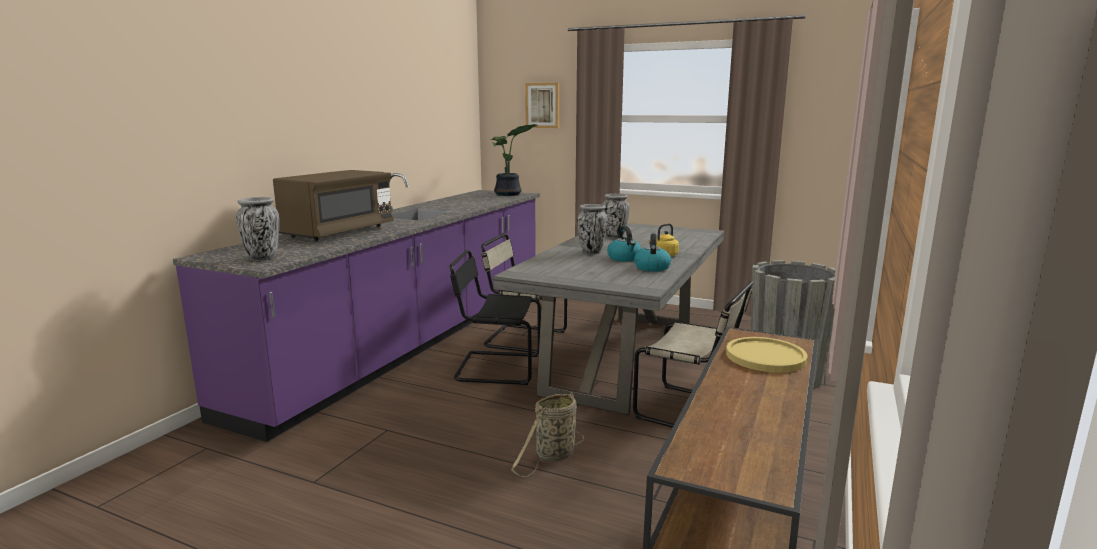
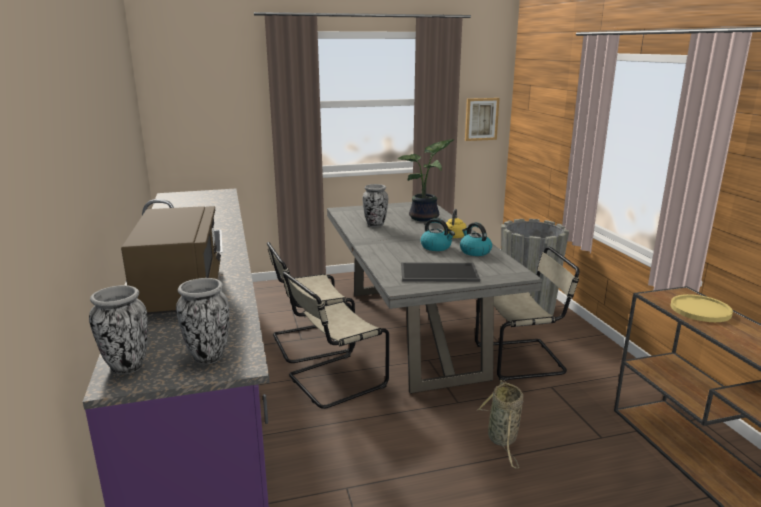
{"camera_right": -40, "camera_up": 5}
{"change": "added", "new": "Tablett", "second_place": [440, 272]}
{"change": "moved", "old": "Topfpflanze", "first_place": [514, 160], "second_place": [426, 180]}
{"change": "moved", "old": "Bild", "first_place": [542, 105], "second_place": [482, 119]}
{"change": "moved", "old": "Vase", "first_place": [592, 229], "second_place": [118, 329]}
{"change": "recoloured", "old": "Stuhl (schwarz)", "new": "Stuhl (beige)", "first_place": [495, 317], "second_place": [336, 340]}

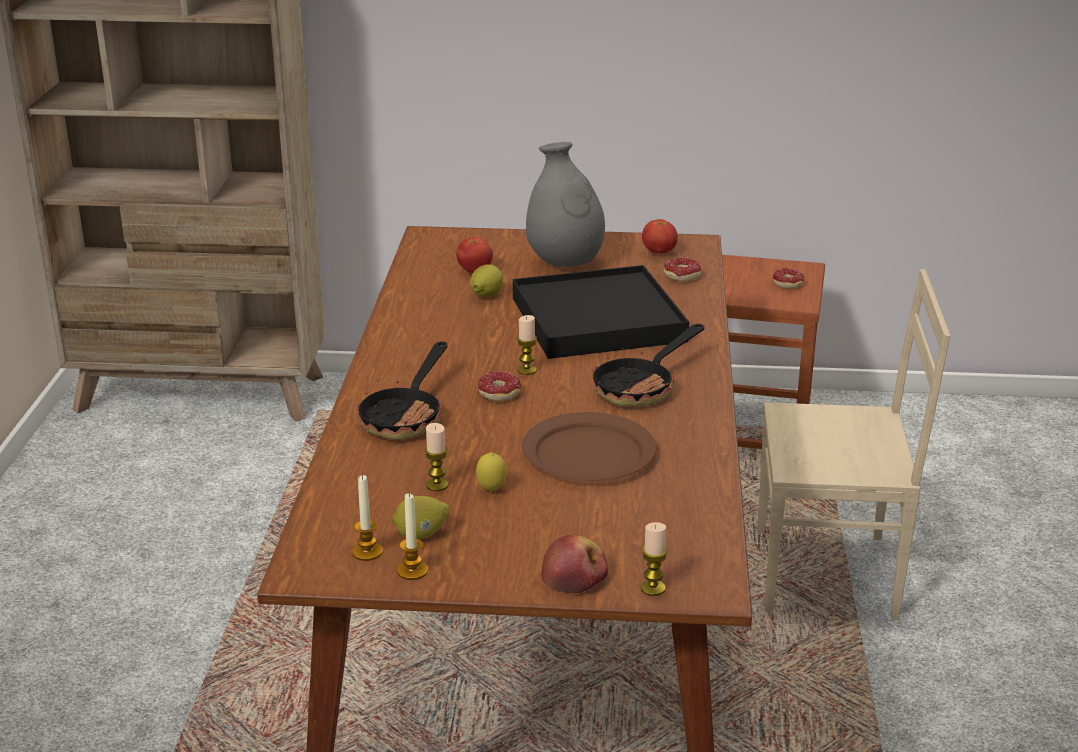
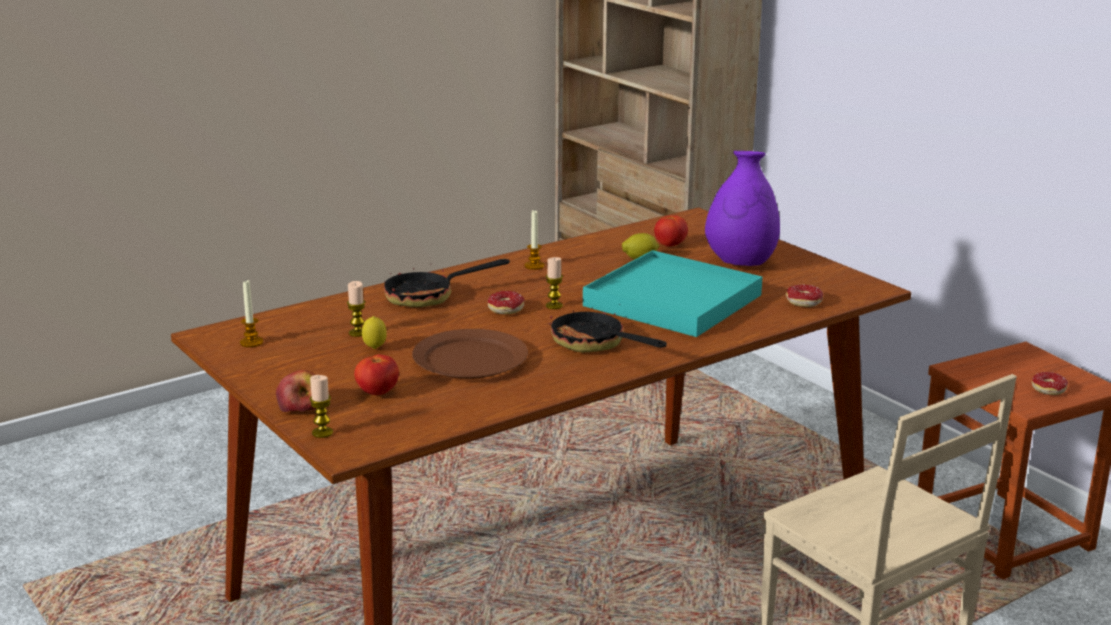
{"camera_right": 50, "camera_up": -5}
{"change": "removed", "old": "Zitrone", "first_place": [420, 517]}
{"change": "moved", "old": "Kerze", "first_place": [412, 536], "second_place": [534, 239]}
{"change": "moved", "old": "Tomate", "first_place": [660, 236], "second_place": [376, 374]}
{"change": "recoloured", "old": "Tablett (schwarz)", "new": "Tablett (türkis)", "first_place": [601, 312], "second_place": [672, 293]}
{"change": "recoloured", "old": "Vase (grau)", "new": "Vase (lila)", "first_place": [565, 204], "second_place": [742, 208]}
{"change": "turned", "old": "Pfanne", "first_place": [648, 365], "second_place": [608, 328], "degrees": 45}

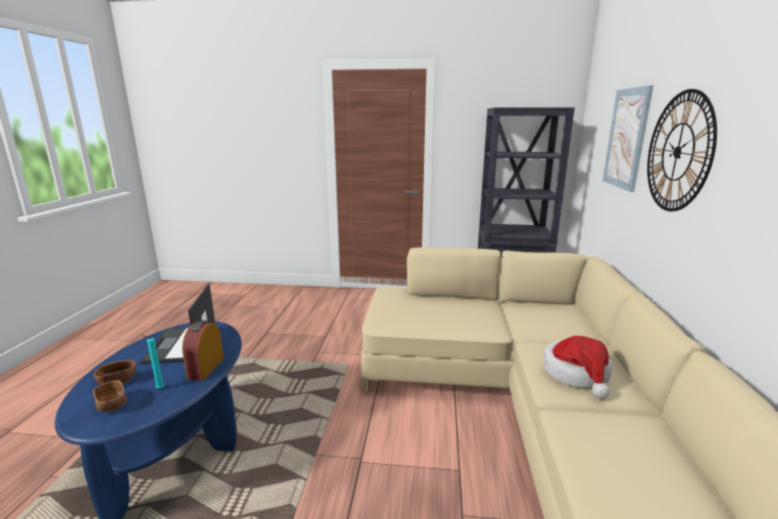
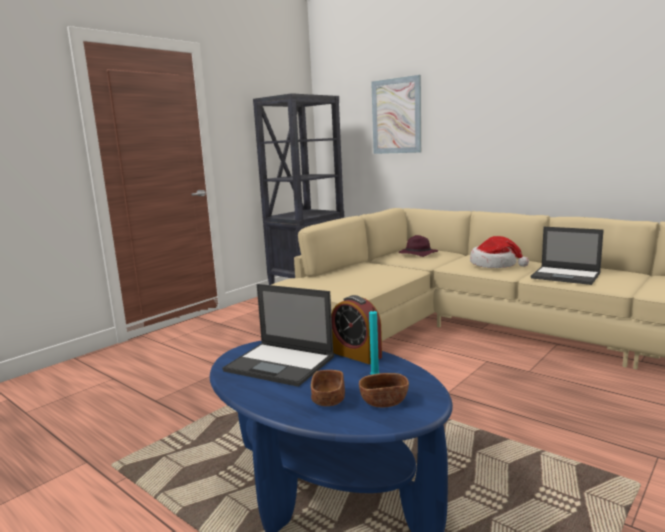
{"camera_right": -55, "camera_up": -5}
{"change": "removed", "old": "Wanduhr", "first_place": [682, 150]}
{"change": "added", "new": "Hut (lila)", "second_place": [418, 246]}
{"change": "added", "new": "Laptop", "second_place": [567, 256]}

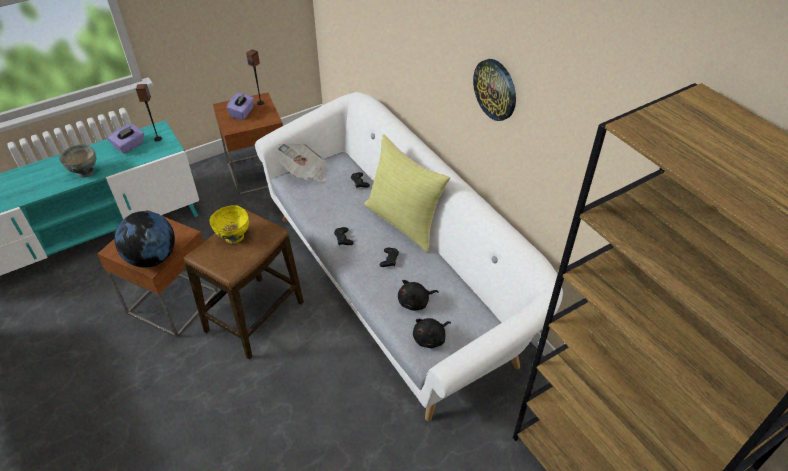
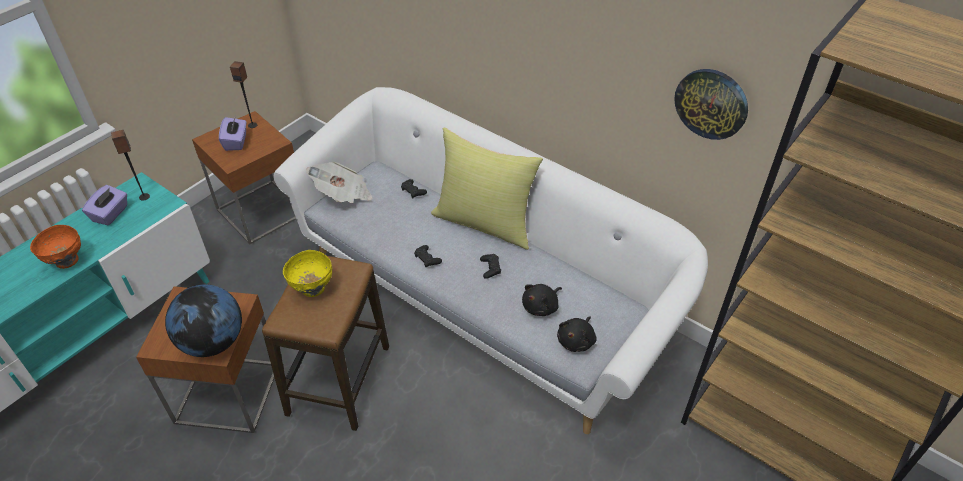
{"camera_right": -20, "camera_up": 0}
{"change": "moved", "old": "Wanduhr", "first_place": [494, 90], "second_place": [711, 104]}
{"change": "recoloured", "old": "Schüssel (grau)", "new": "Schüssel (orange)", "first_place": [77, 161], "second_place": [55, 247]}

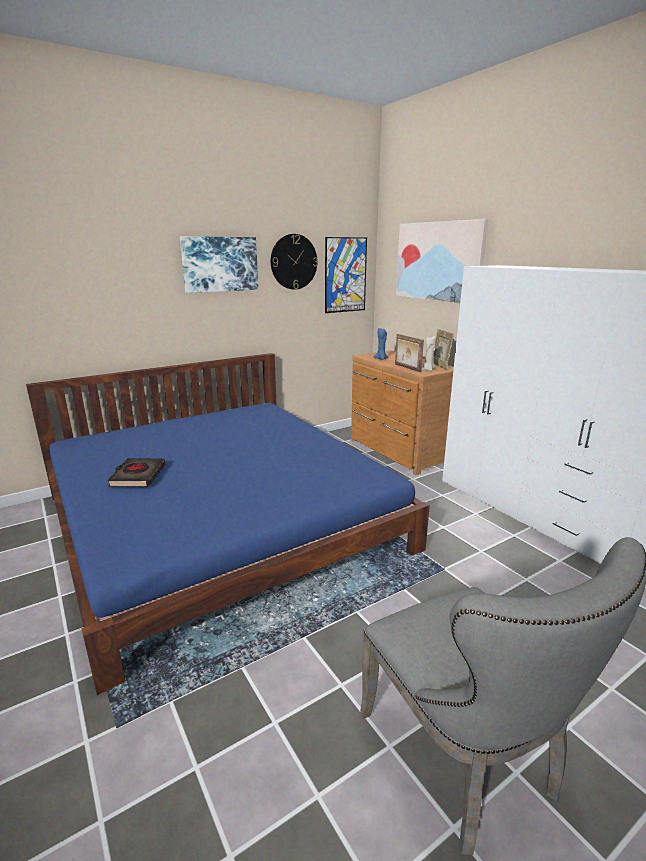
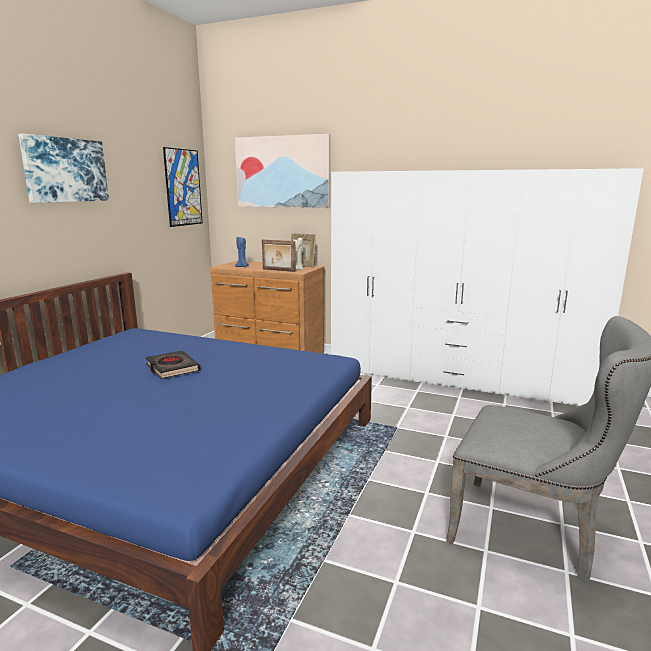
{"camera_right": -35, "camera_up": -5}
{"change": "removed", "old": "Wanduhr", "first_place": [294, 262]}
{"change": "moved", "old": "Buch (schwarz)", "first_place": [136, 472], "second_place": [173, 365]}

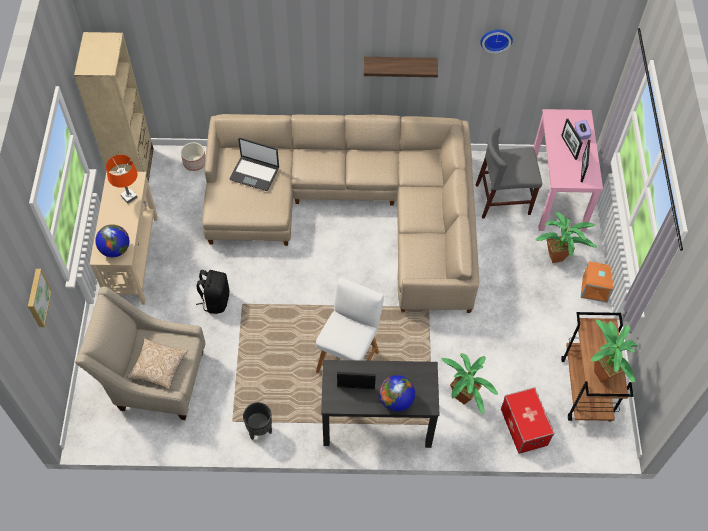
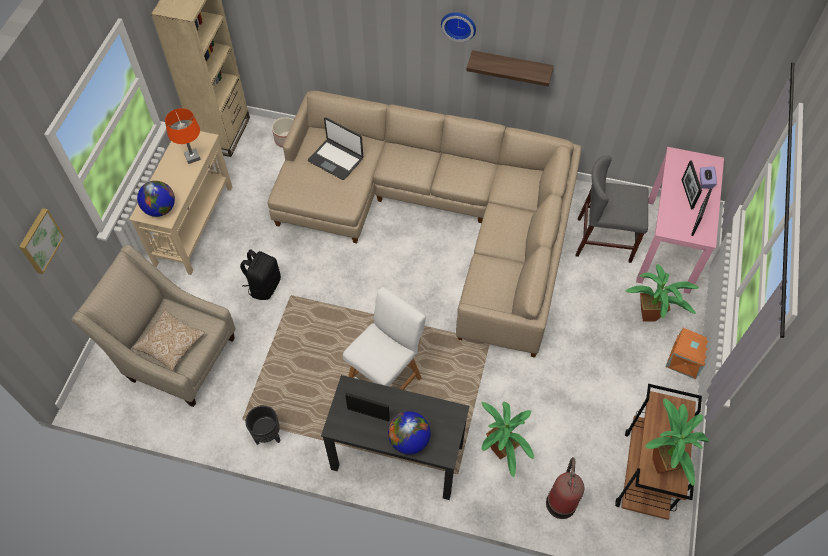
{"camera_right": 15, "camera_up": 0}
{"change": "moved", "old": "Wanduhr", "first_place": [496, 41], "second_place": [458, 27]}
{"change": "replaced", "old": "Aufbewahrungsbox", "new": "Feuerlöscher", "first_place": [527, 420], "second_place": [565, 488]}

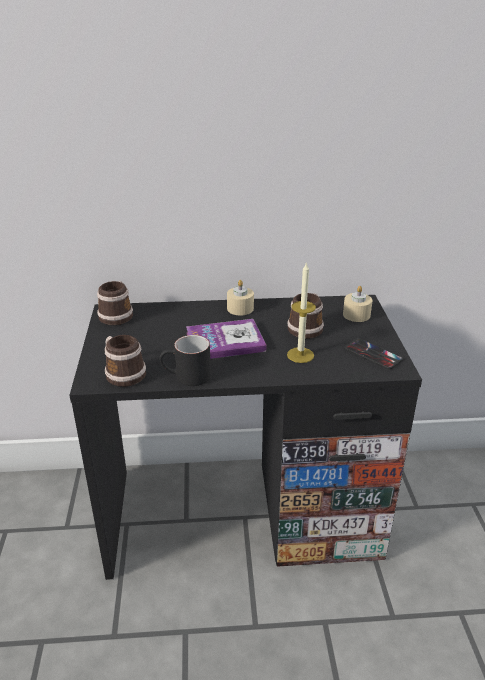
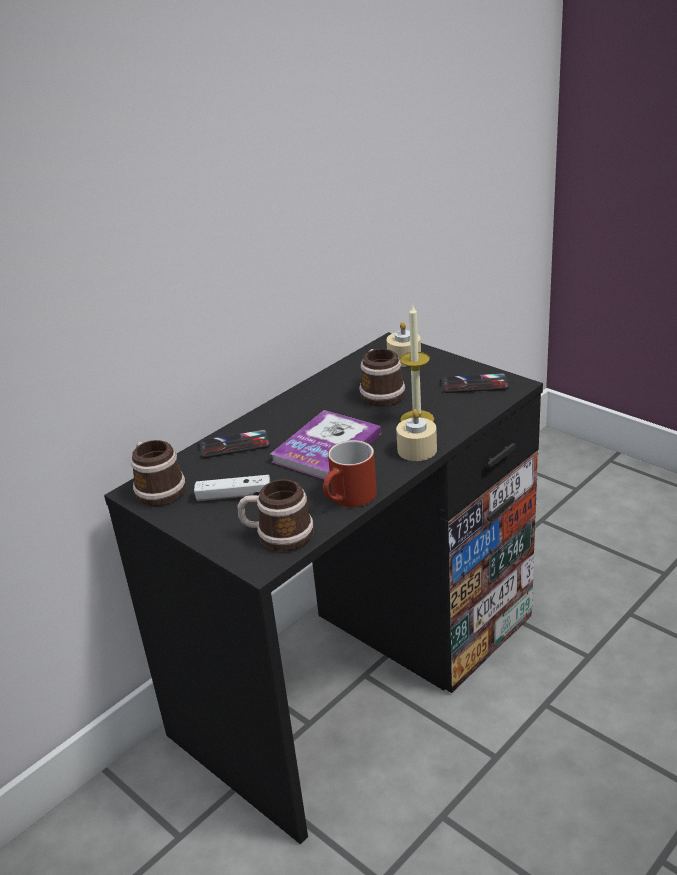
{"camera_right": -40, "camera_up": 0}
{"change": "added", "new": "Gamepad (weiß)", "second_place": [232, 488]}
{"change": "added", "new": "Handy", "second_place": [234, 443]}
{"change": "moved", "old": "Kerze (beige)", "first_place": [240, 297], "second_place": [416, 435]}
{"change": "recoloured", "old": "Henkelbecher (schwarz)", "new": "Henkelbecher (rot)", "first_place": [185, 360], "second_place": [350, 473]}

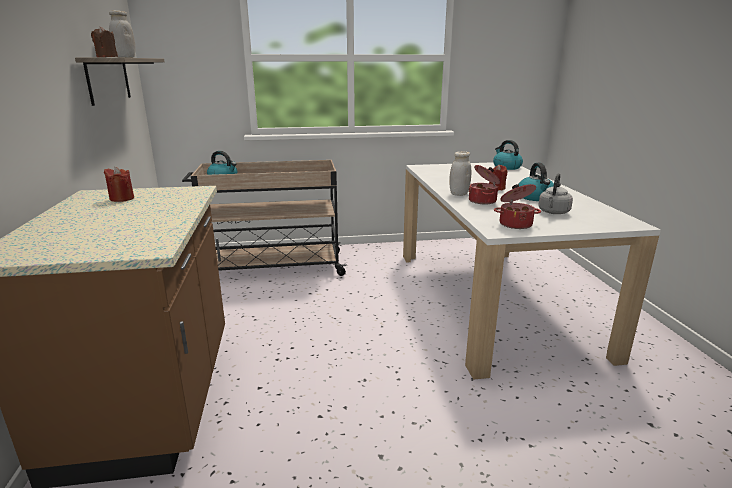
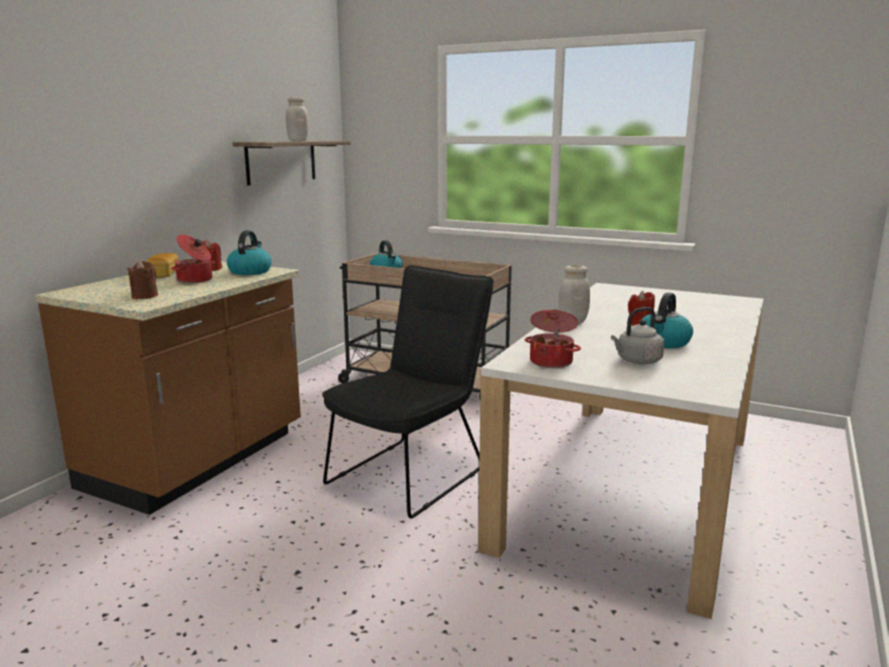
{"camera_right": 35, "camera_up": -5}
{"change": "added", "new": "Brot", "second_place": [161, 265]}
{"change": "added", "new": "Stuhl (schwarz)", "second_place": [408, 392]}
{"change": "moved", "old": "Kerze (braun)", "first_place": [104, 41], "second_place": [142, 280]}
{"change": "moved", "old": "Kochtopf", "first_place": [484, 184], "second_place": [193, 258]}
{"change": "moved", "old": "Wasserkessel", "first_place": [508, 155], "second_place": [249, 252]}

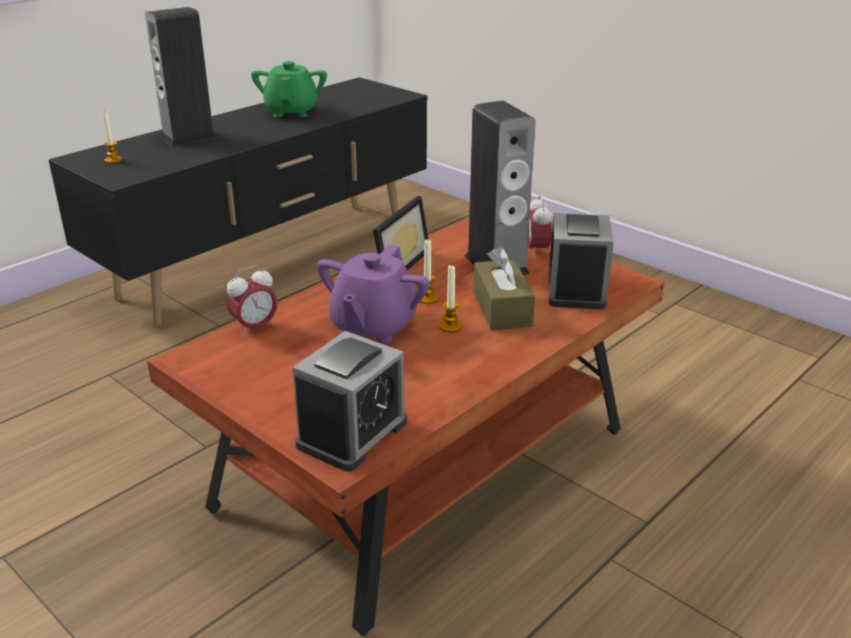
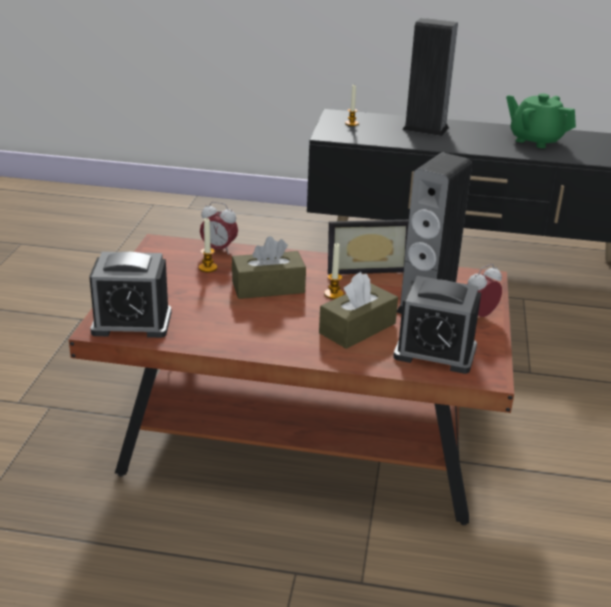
{"camera_right": 55, "camera_up": 0}
{"change": "moved", "old": "Kerze", "first_place": [450, 298], "second_place": [208, 245]}
{"change": "replaced", "old": "Teekanne (lila)", "new": "Taschentuchbox (braun)", "first_place": [373, 294], "second_place": [269, 267]}
{"change": "turned", "old": "Teekanne (grün)", "first_place": [289, 89], "second_place": [541, 120], "degrees": -105}
{"change": "turned", "old": "Wecker", "first_place": [581, 261], "second_place": [437, 325], "degrees": 45}

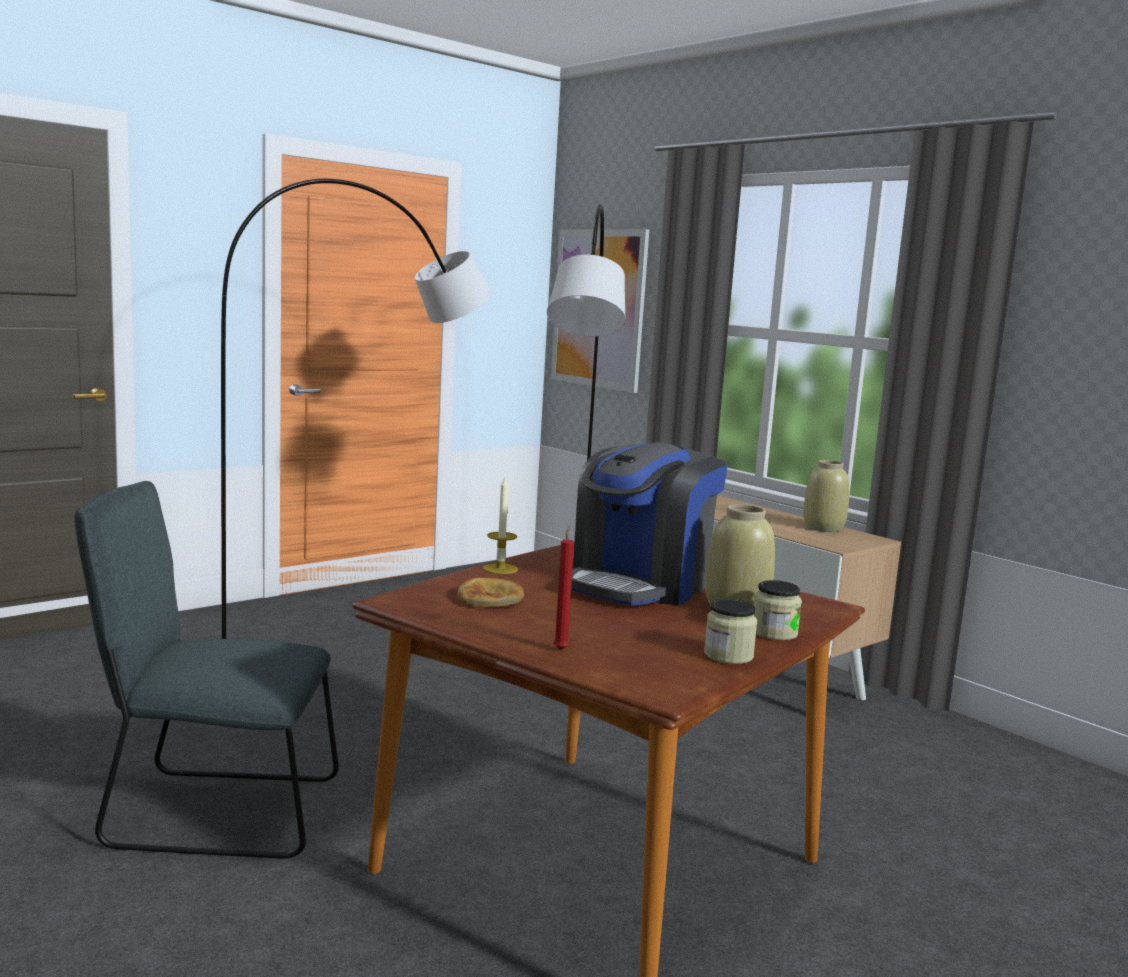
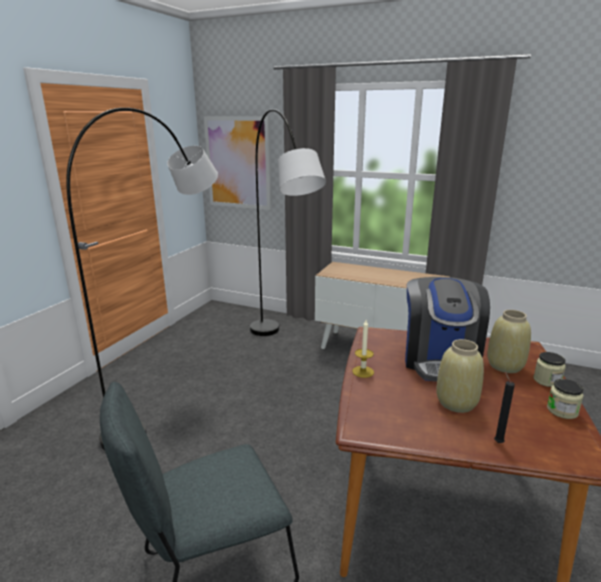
{"camera_right": -25, "camera_up": 10}
{"change": "removed", "old": "Brot", "first_place": [490, 592]}
{"change": "moved", "old": "Vase (beige)", "first_place": [826, 496], "second_place": [460, 376]}
{"change": "recoloured", "old": "Kerze (rot)", "new": "Kerze (schwarz)", "first_place": [564, 588], "second_place": [504, 407]}

